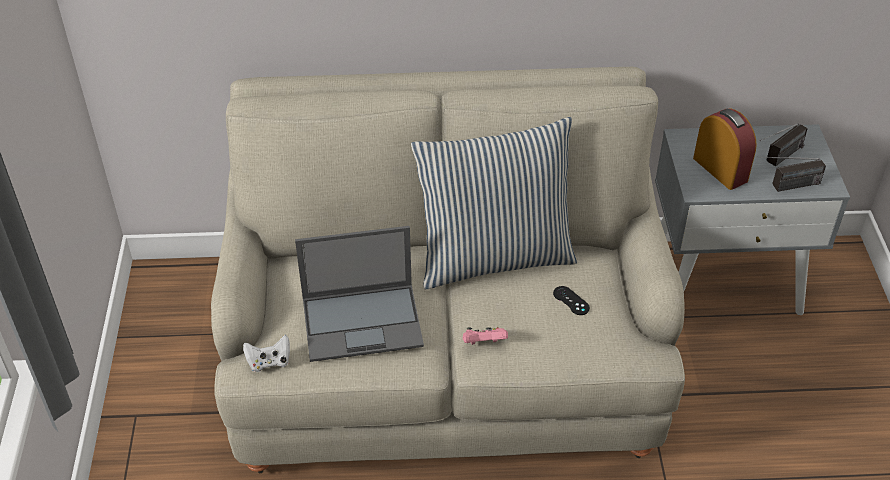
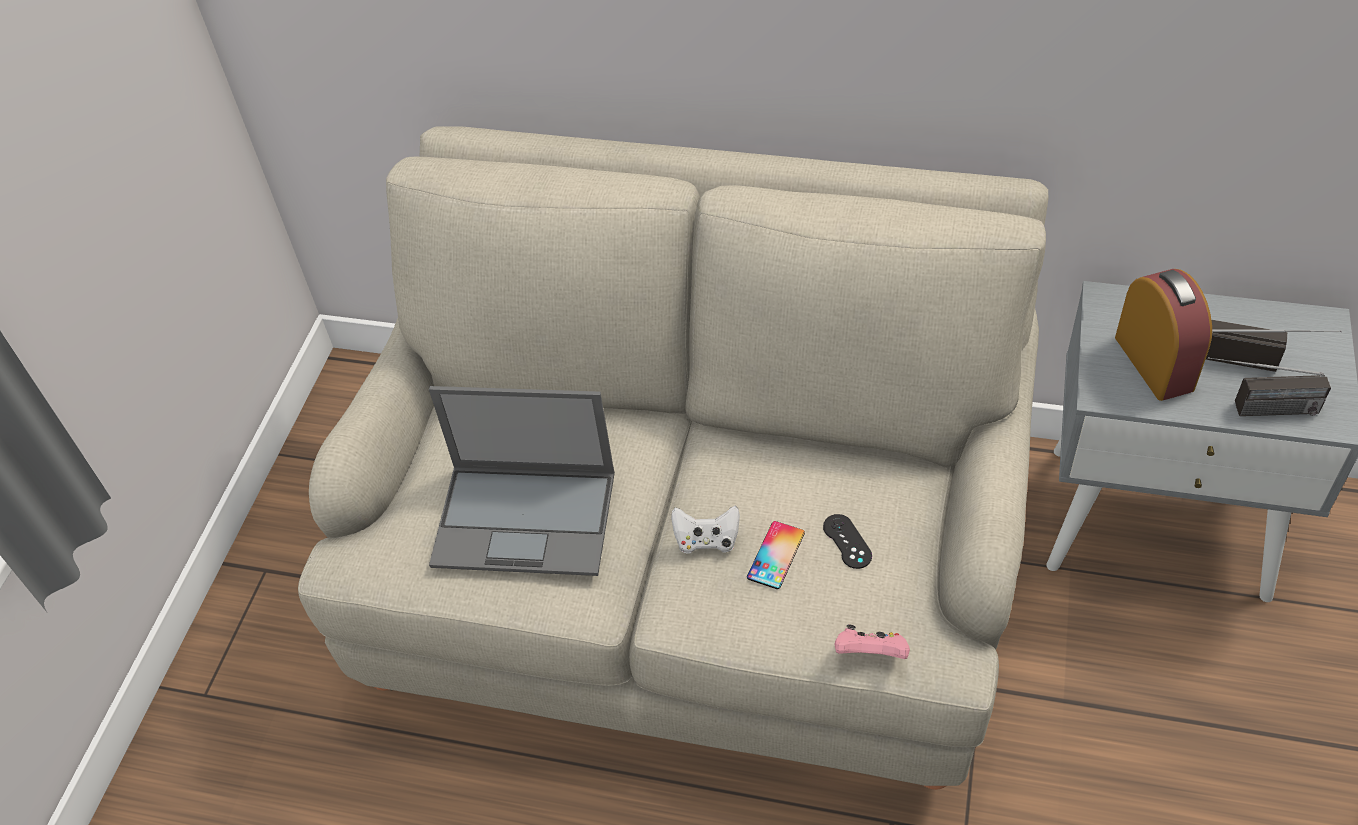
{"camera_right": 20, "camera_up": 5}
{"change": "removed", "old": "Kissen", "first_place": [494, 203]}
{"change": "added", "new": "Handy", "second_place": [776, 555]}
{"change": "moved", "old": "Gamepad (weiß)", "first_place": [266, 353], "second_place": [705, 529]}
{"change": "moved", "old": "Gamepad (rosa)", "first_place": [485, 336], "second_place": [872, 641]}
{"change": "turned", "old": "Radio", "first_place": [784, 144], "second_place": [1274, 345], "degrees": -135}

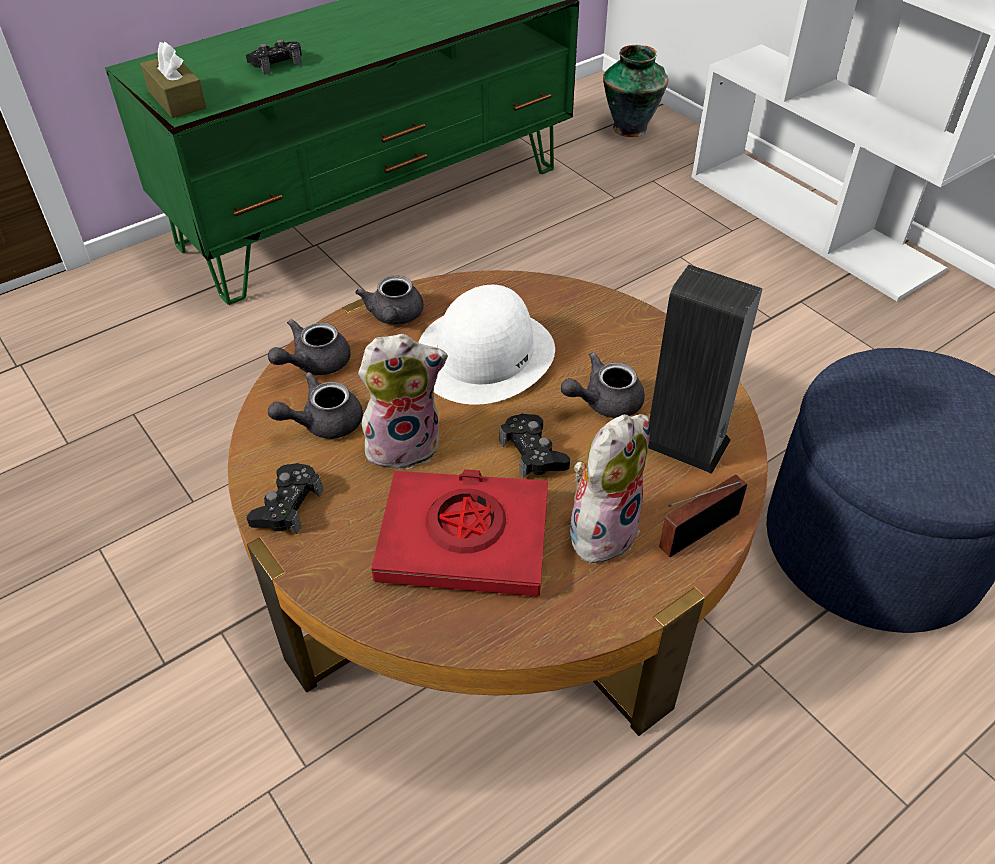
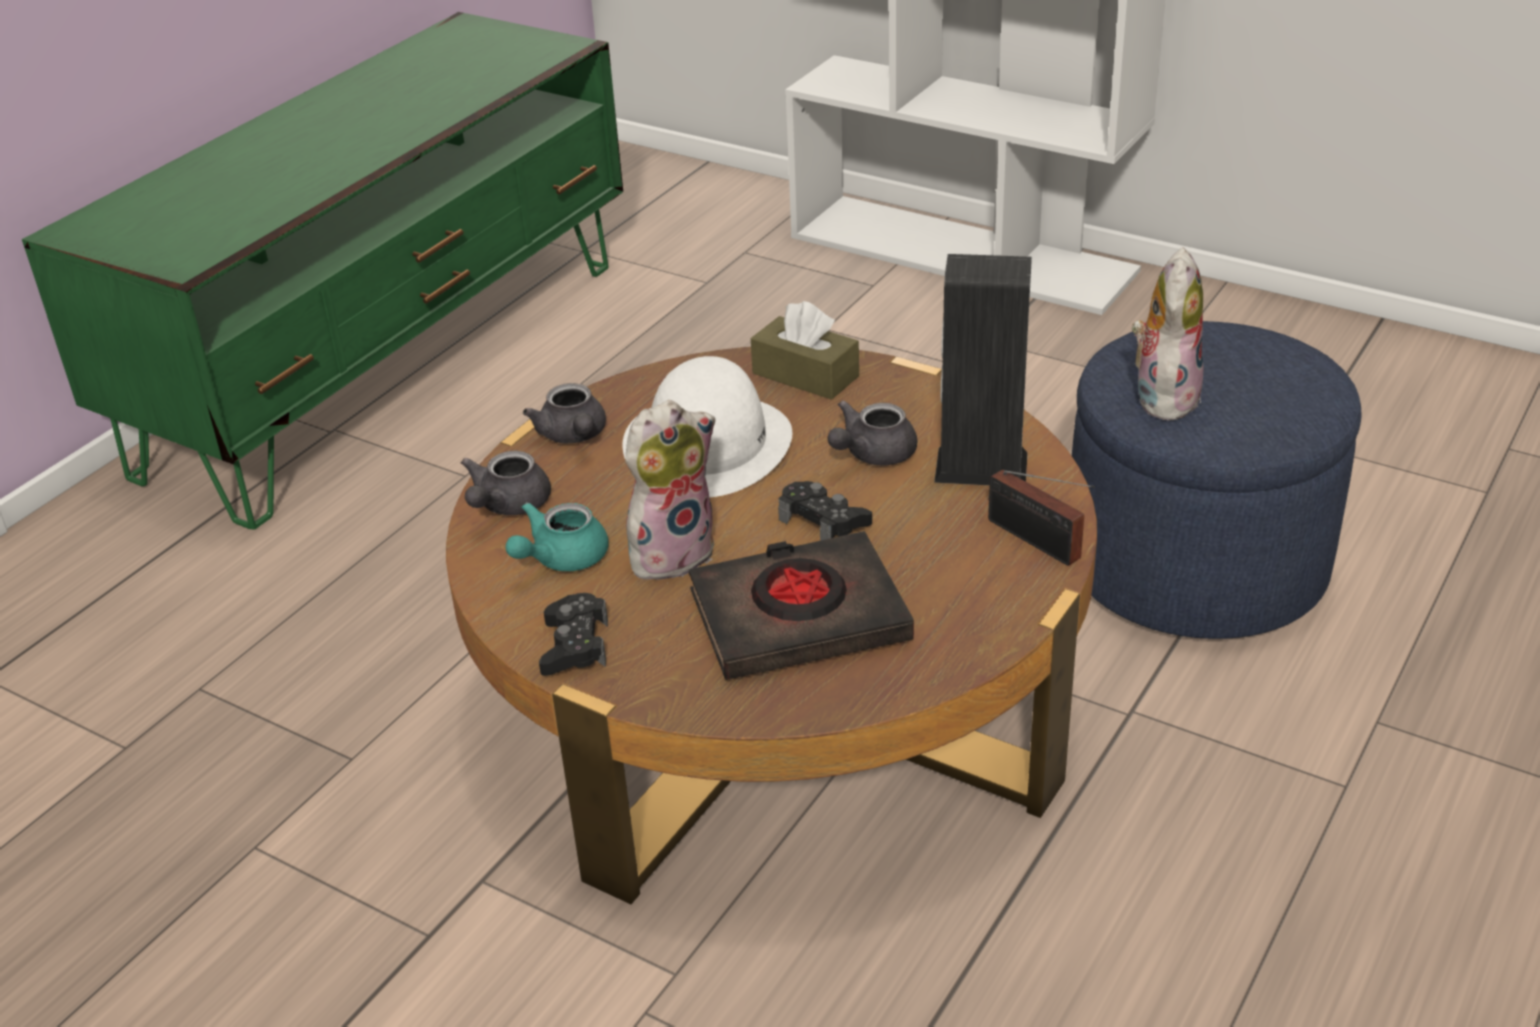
{"camera_right": -20, "camera_up": -10}
{"change": "removed", "old": "Gamepad (schwarz)", "first_place": [274, 57]}
{"change": "removed", "old": "Vase", "first_place": [635, 91]}
{"change": "moved", "old": "Taschentuchbox (braun)", "first_place": [173, 79], "second_place": [805, 350]}
{"change": "moved", "old": "Plüschtier", "first_place": [610, 490], "second_place": [1167, 334]}
{"change": "recoloured", "old": "Teekanne (grau)", "new": "Teekanne (türkis)", "first_place": [315, 405], "second_place": [557, 536]}
{"change": "recoloured", "old": "Buch (rot)", "new": "Buch (schwarz)", "first_place": [459, 532], "second_place": [801, 605]}
{"change": "turned", "old": "Radio", "first_place": [703, 516], "second_place": [1041, 518], "degrees": -75}

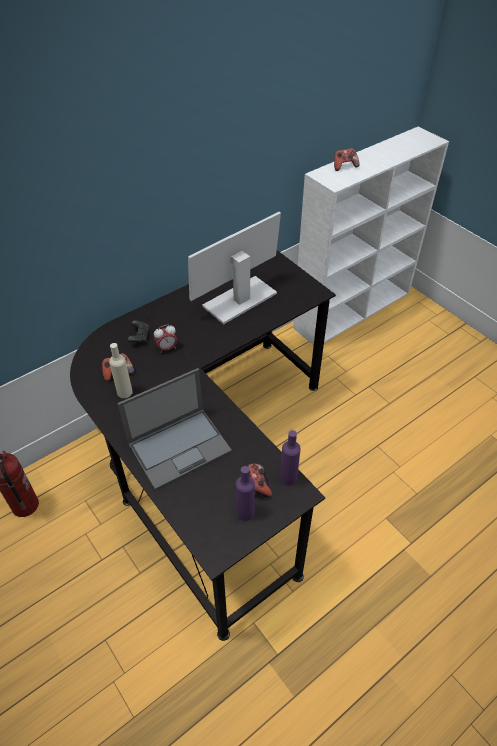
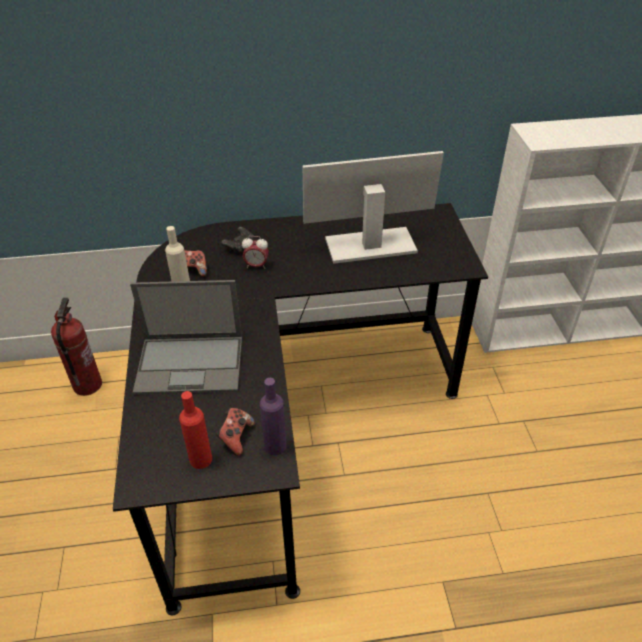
{"camera_right": 30, "camera_up": -5}
{"change": "removed", "old": "Gamepad", "first_place": [346, 159]}
{"change": "recoloured", "old": "Flasche (lila)", "new": "Flasche (rot)", "first_place": [245, 493], "second_place": [195, 430]}

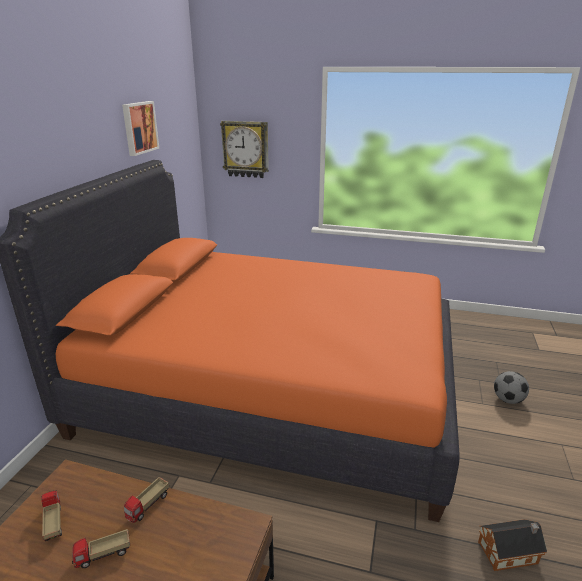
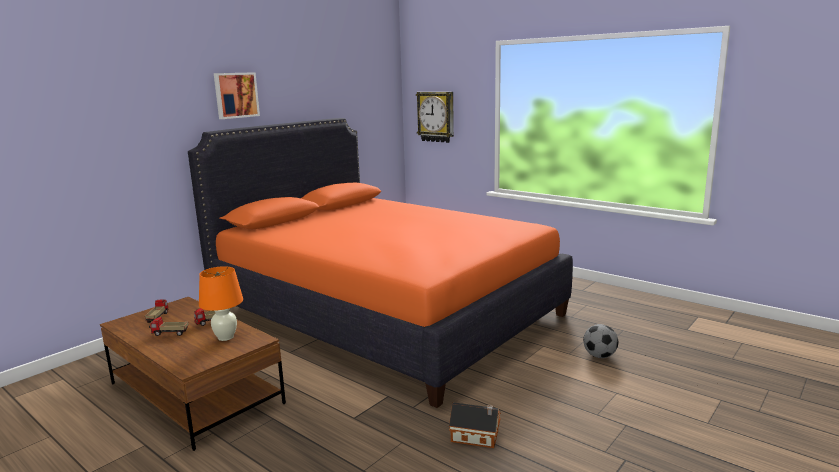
{"camera_right": 25, "camera_up": -10}
{"change": "added", "new": "Tischlampe (orange)", "second_place": [221, 303]}
{"change": "moved", "old": "Bild", "first_place": [140, 128], "second_place": [237, 95]}

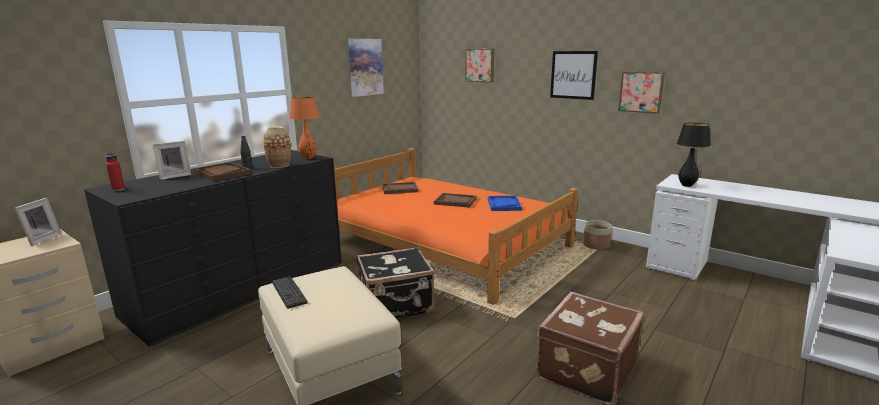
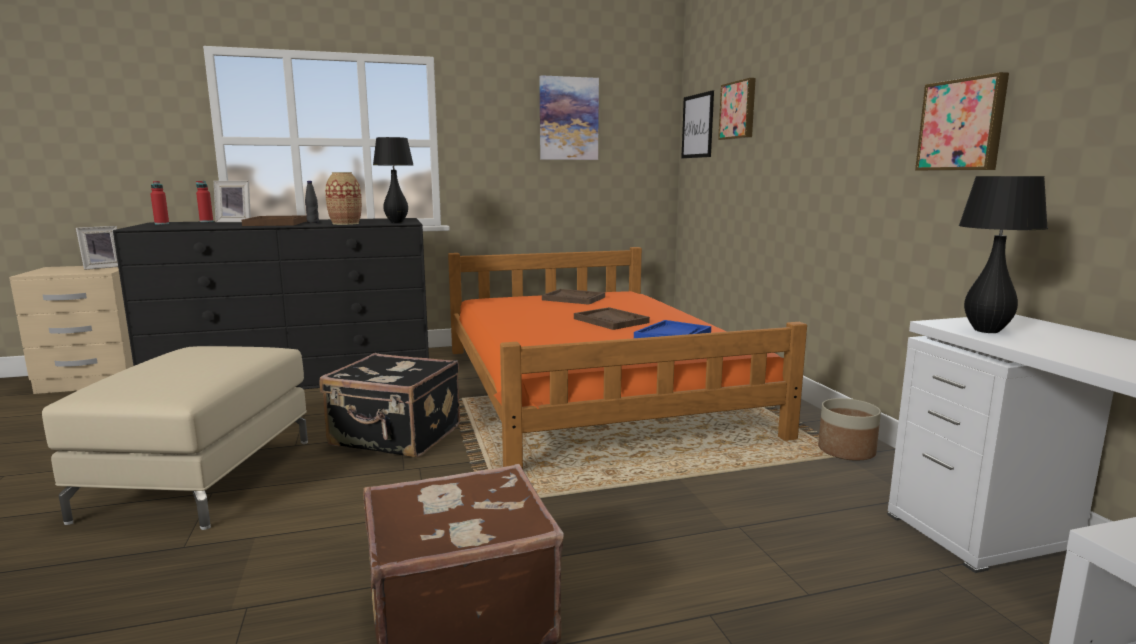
{"camera_right": 35, "camera_up": -5}
{"change": "removed", "old": "Tastatur", "first_place": [290, 292]}
{"change": "added", "new": "Flasche (rot)", "second_place": [204, 201]}
{"change": "moved", "old": "Bild", "first_place": [574, 75], "second_place": [697, 124]}
{"change": "recoloured", "old": "Tischlampe (orange)", "new": "Tischlampe (schwarz)", "first_place": [305, 128], "second_place": [393, 180]}

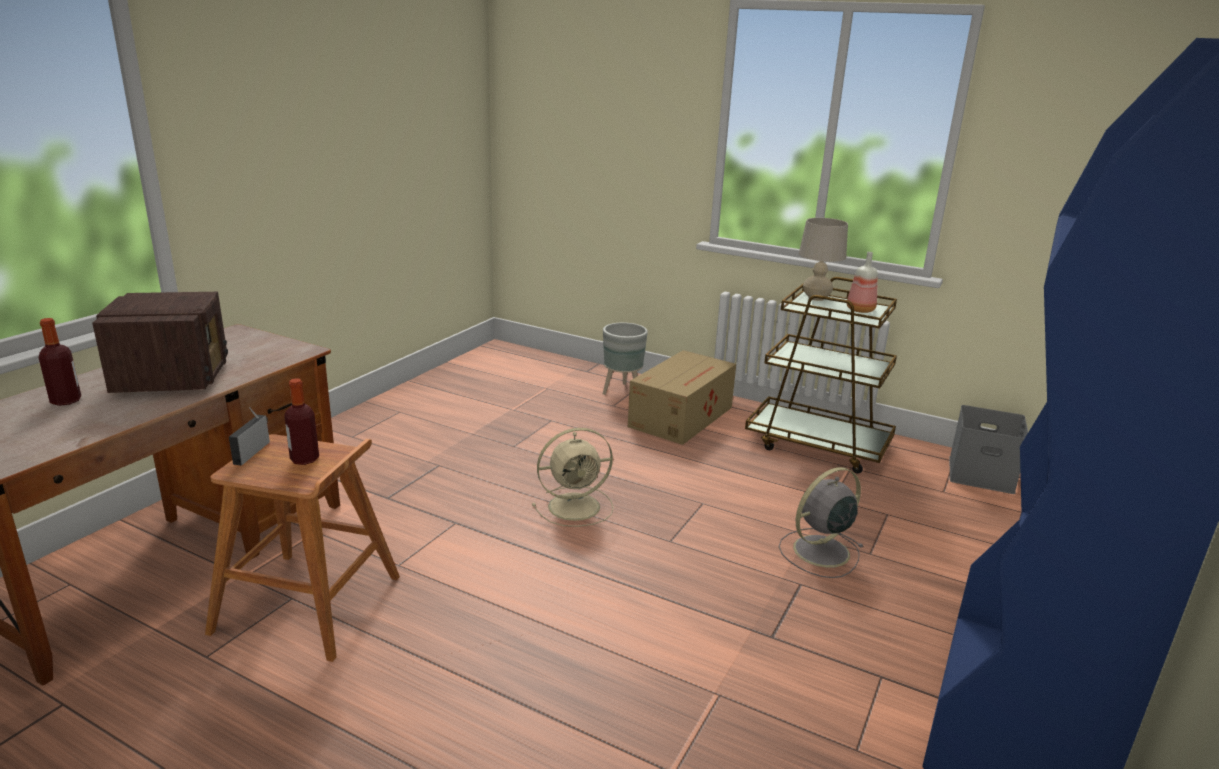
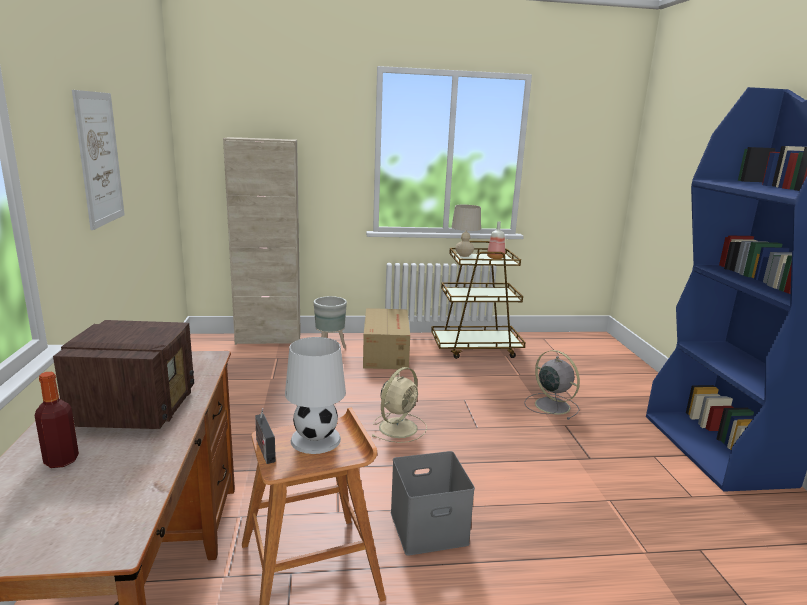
{"camera_right": -35, "camera_up": -5}
{"change": "added", "new": "Bild", "second_place": [98, 160]}
{"change": "added", "new": "Schrank (beige)", "second_place": [262, 241]}
{"change": "moved", "old": "Aufbewahrungsbox (grau)", "first_place": [988, 449], "second_place": [432, 503]}
{"change": "replaced", "old": "Flasche", "new": "Tischlampe (weiß)", "first_place": [301, 421], "second_place": [315, 395]}
{"change": "turned", "old": "Radio", "first_place": [160, 342], "second_place": [123, 374], "degrees": 45}
{"change": "turned", "old": "Ventilator (grau)", "first_place": [821, 522], "second_place": [552, 385], "degrees": 120}

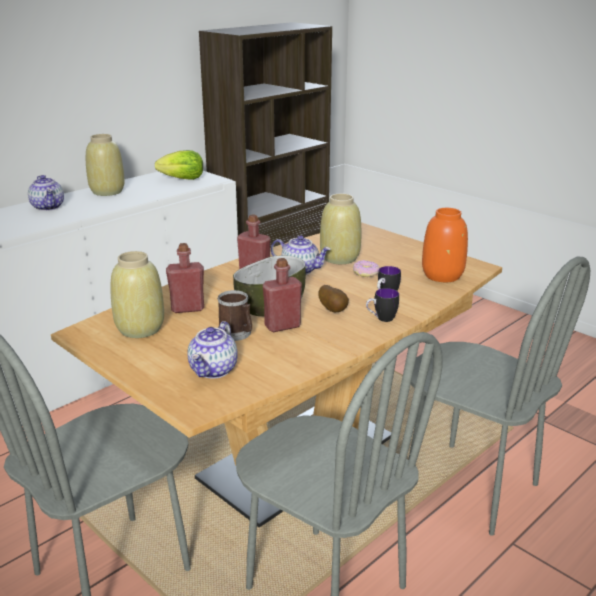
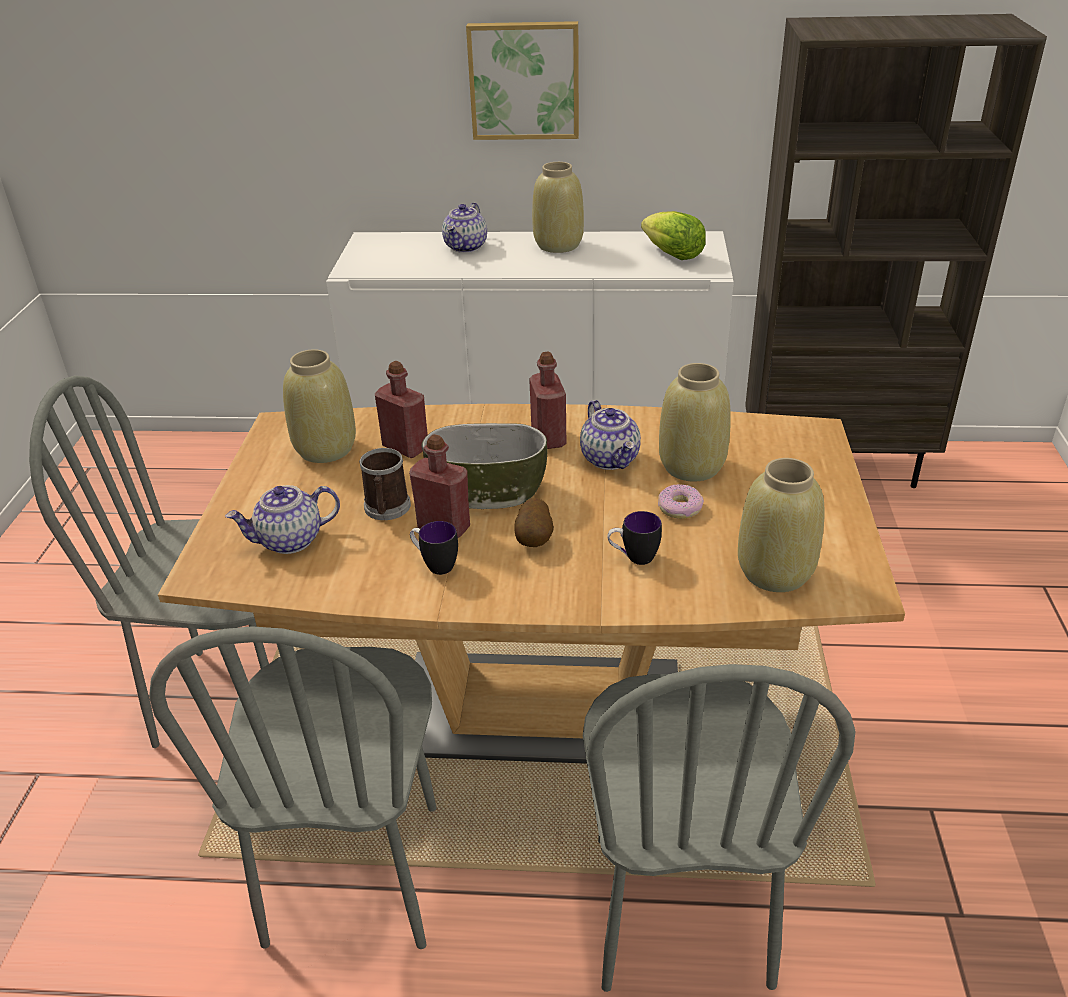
{"camera_right": 50, "camera_up": 10}
{"change": "added", "new": "Bild", "second_place": [522, 80]}
{"change": "moved", "old": "Henkelbecher", "first_place": [382, 305], "second_place": [434, 548]}
{"change": "recoloured", "old": "Vase (orange)", "new": "Vase (beige)", "first_place": [445, 245], "second_place": [781, 525]}

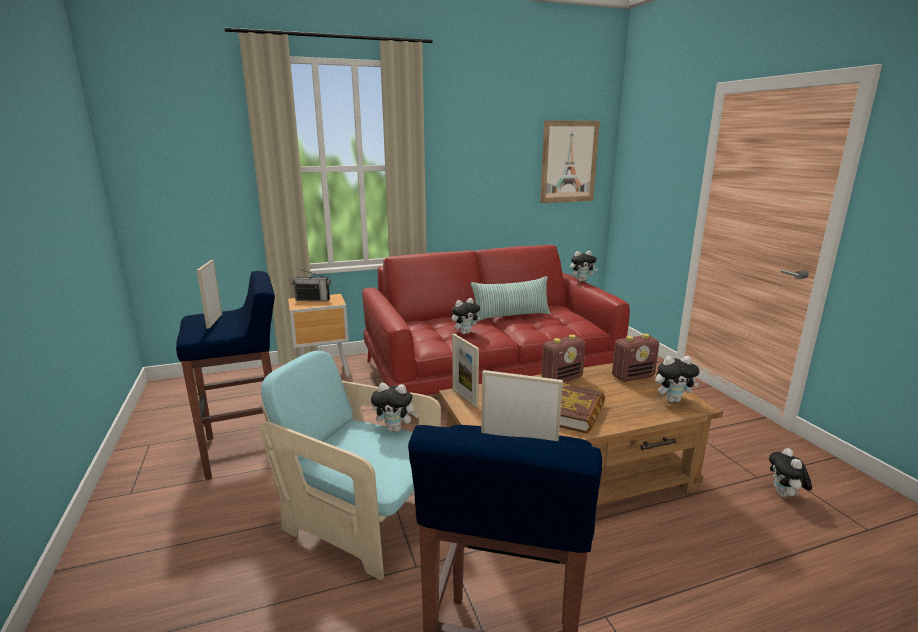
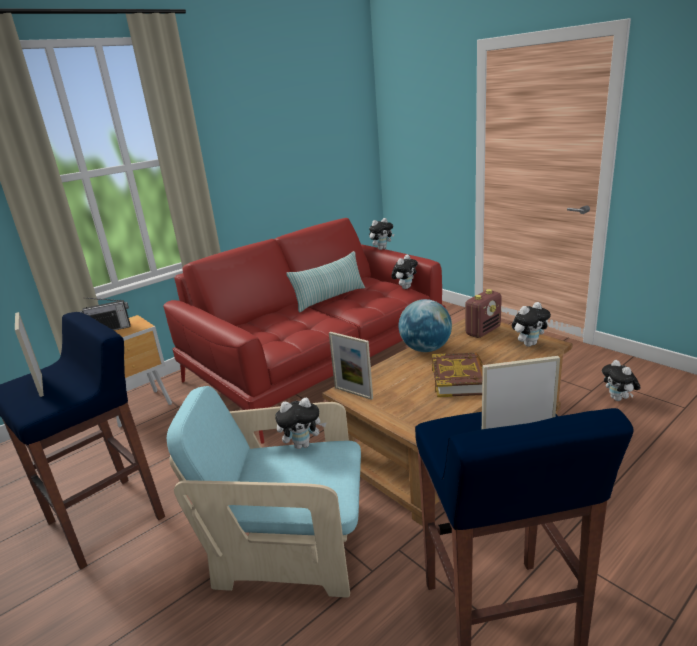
{"camera_right": -20, "camera_up": 5}
{"change": "removed", "old": "Bild", "first_place": [570, 161]}
{"change": "moved", "old": "Plüschtier", "first_place": [466, 316], "second_place": [404, 272]}
{"change": "replaced", "old": "Radio", "new": "Globus", "first_place": [563, 358], "second_place": [425, 325]}

